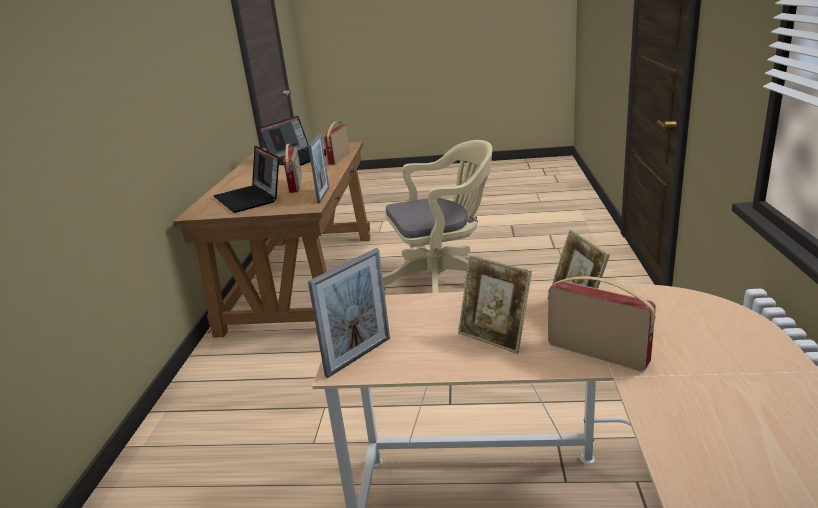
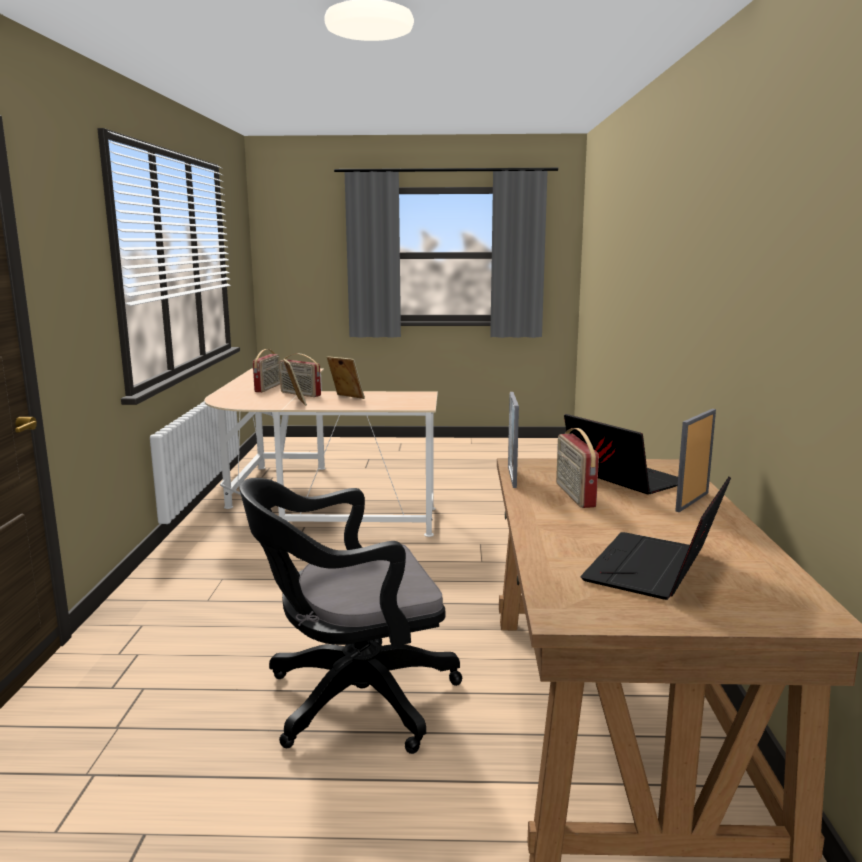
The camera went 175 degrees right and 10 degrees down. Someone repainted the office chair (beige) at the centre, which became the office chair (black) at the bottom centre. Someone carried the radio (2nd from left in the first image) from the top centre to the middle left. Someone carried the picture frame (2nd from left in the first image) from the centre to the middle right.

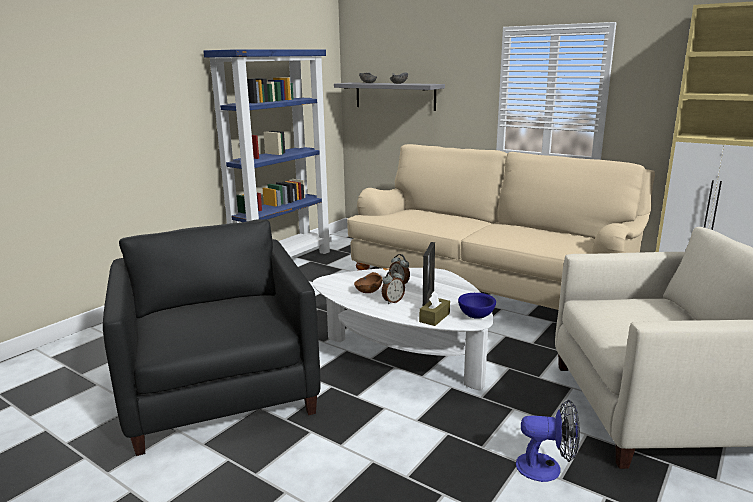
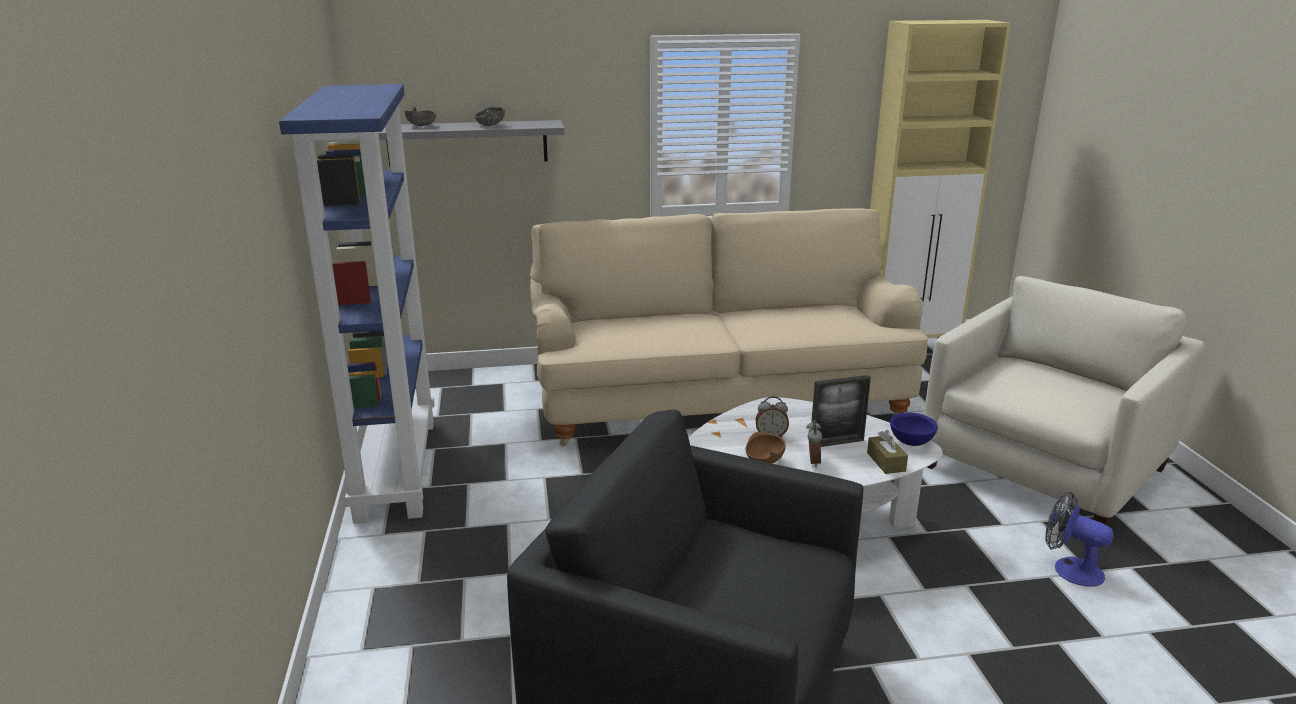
The camera went 45 degrees left and 5 degrees up. Someone rotated the picture frame at the centre by 105 degrees clockwise. Someone rotated the fan at the bottom right by 105 degrees counterclockwise.

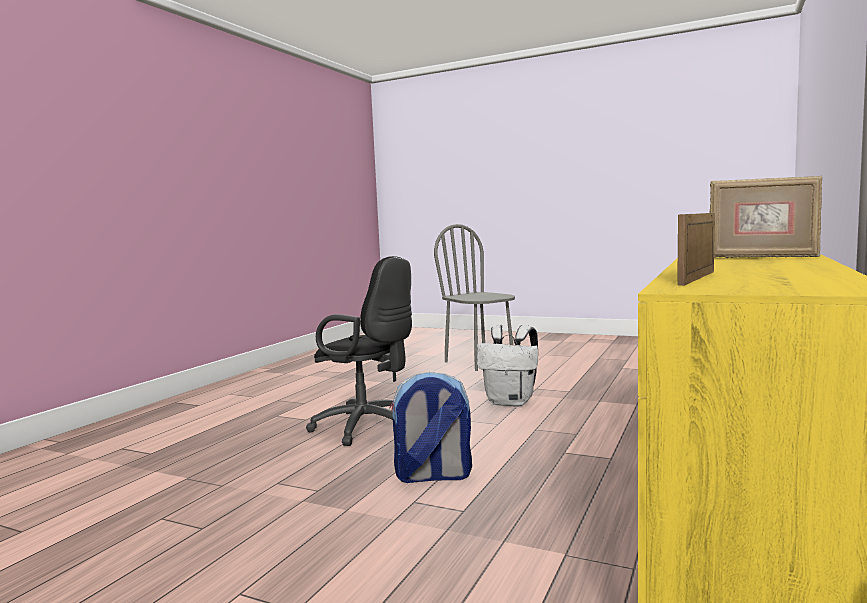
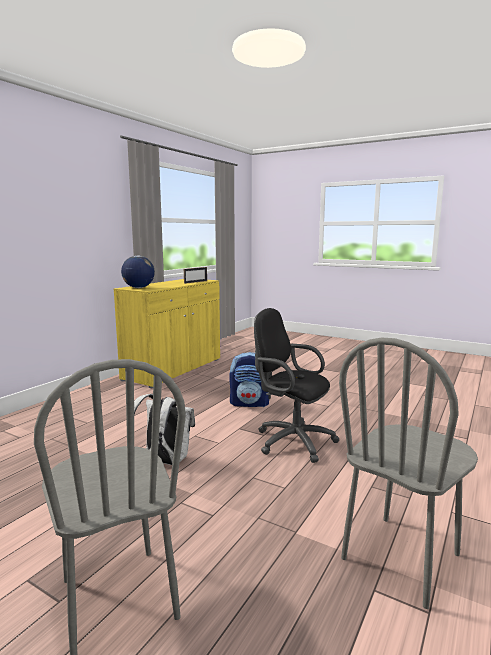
The camera went 175 degrees left and 5 degrees up. Someone swapped the picture frame (2nd from left) at the middle right for the globe at the middle left. Someone put down the chair (grey) (2nd from left) at the bottom right.

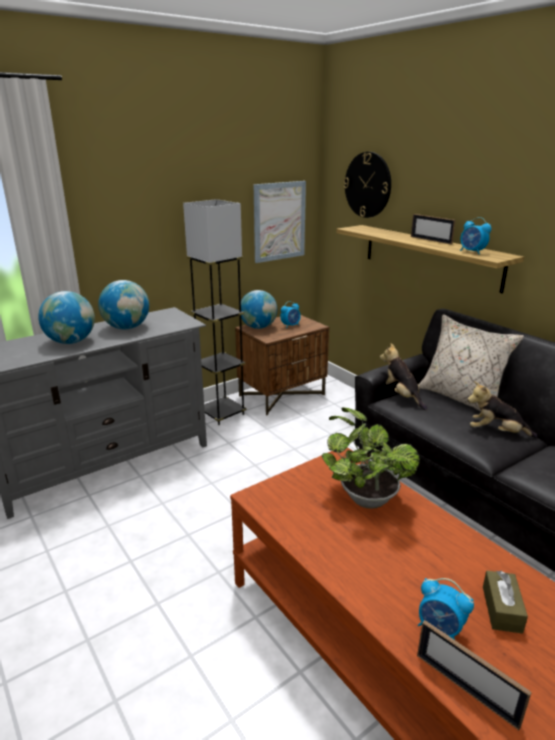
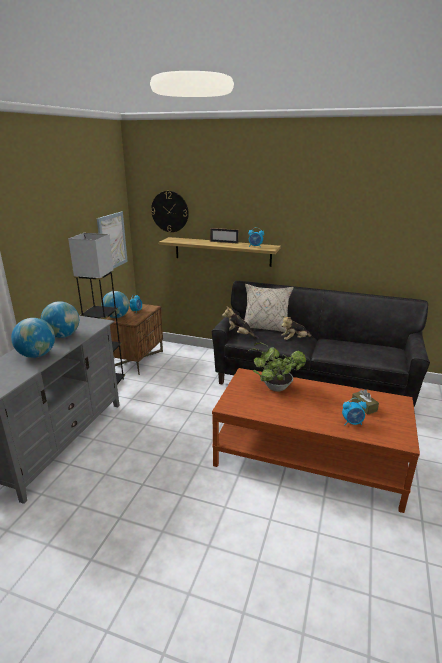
The camera went 35 degrees left and 0 degrees up. Someone took away the picture frame (2nd from left) at the bottom right.

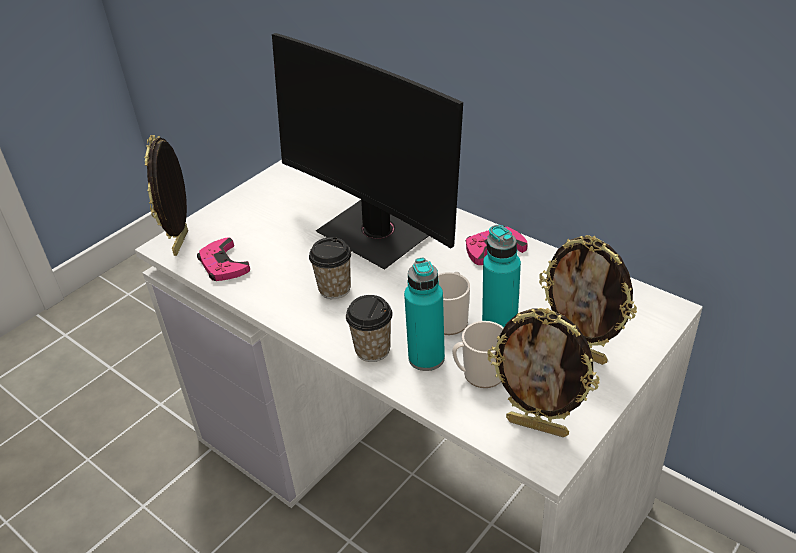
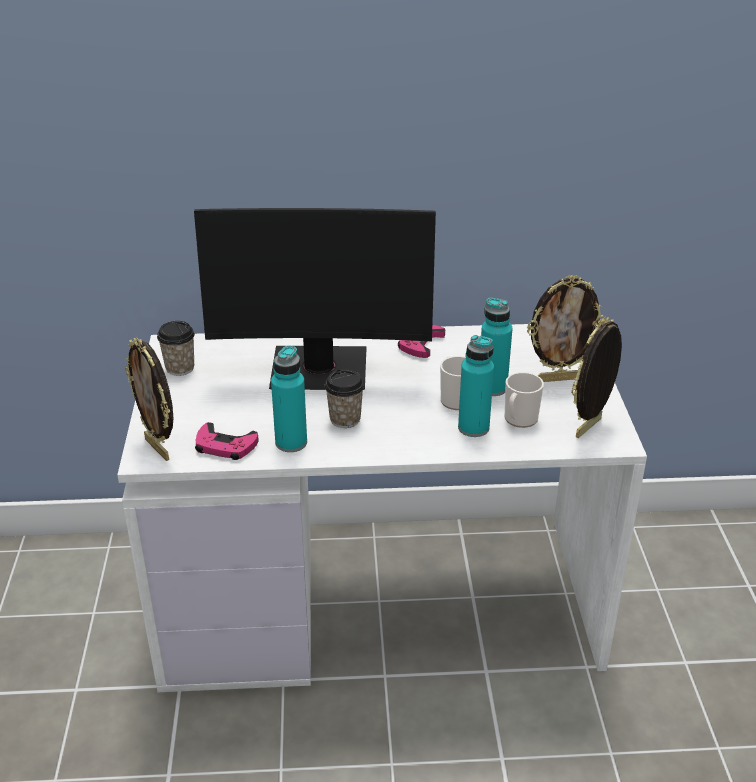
The camera went 45 degrees left and 5 degrees down. Someone carried the cup (2nd from left in the first image) from the centre to the middle left. Someone put down the bottle (turquoise) (1st from left) at the centre. Someone rotated the picture frame (2nd from left in the first image) at the bottom right by 150 degrees clockwise.

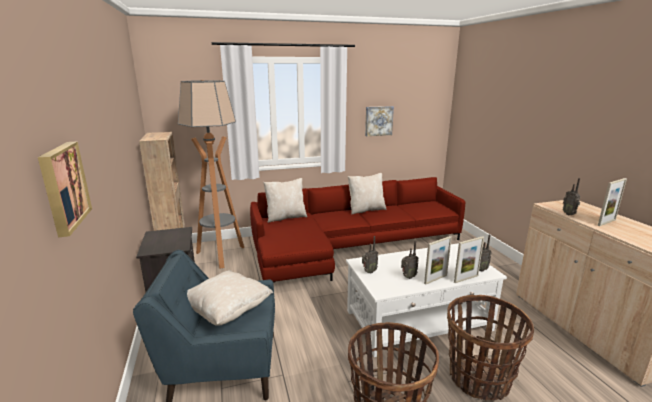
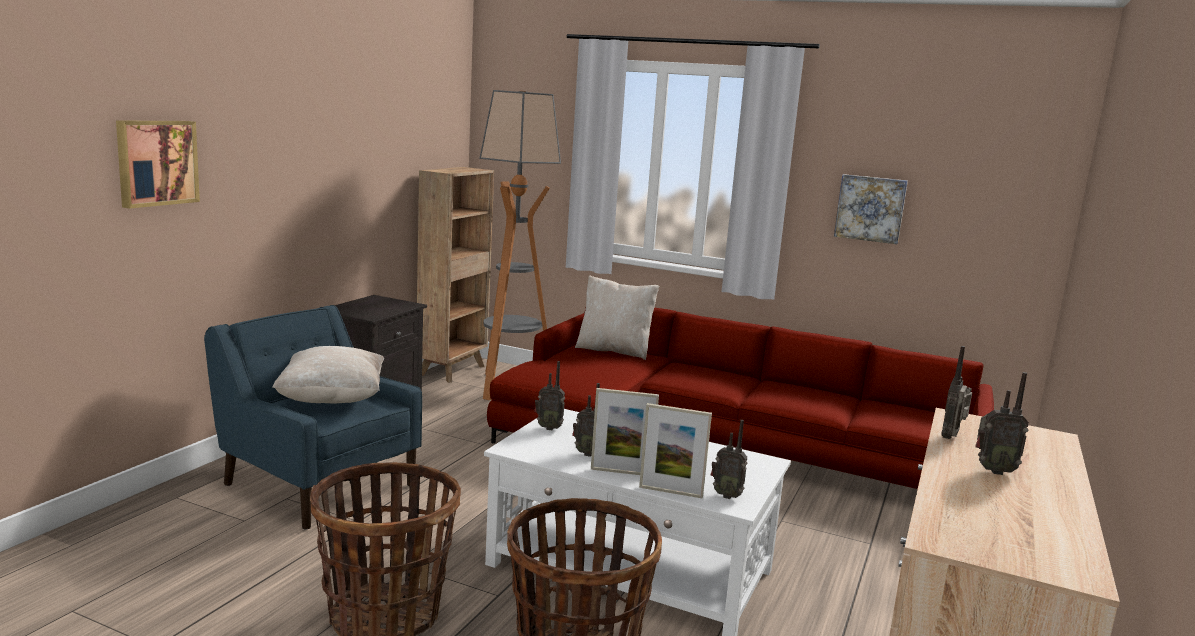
The camera went 40 degrees right and 5 degrees down. Someone swapped the picture frame (3rd from left) at the middle right for the radio (5th from left) at the middle right. Someone took away the pillow (beige) (3rd from left) at the centre.

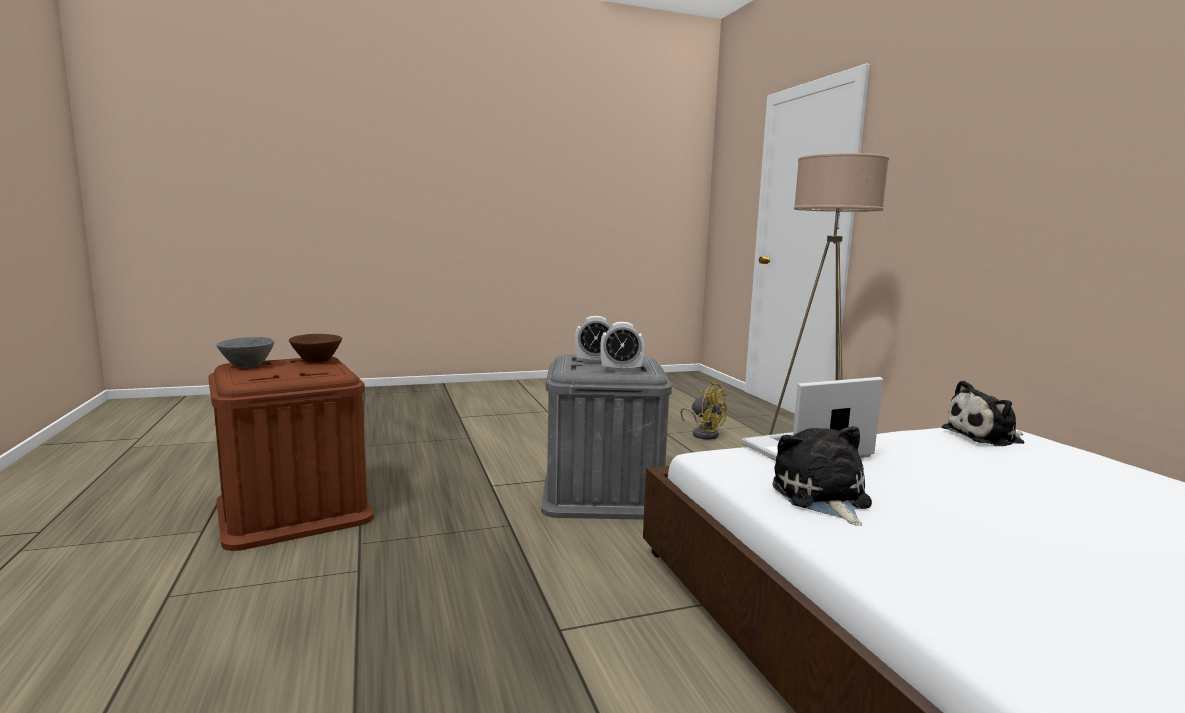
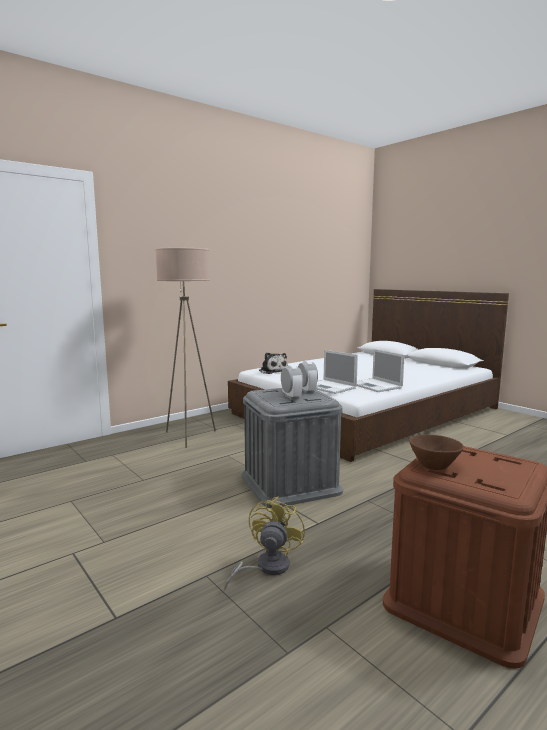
The camera went 110 degrees left and 0 degrees up. Someone carried the fan (yellow) from the centre to the bottom centre. Someone swapped the plush toy (1st from left) at the bottom right for the laptop (2nd from left) at the middle right. Someone took away the bowl (grey) at the middle left.

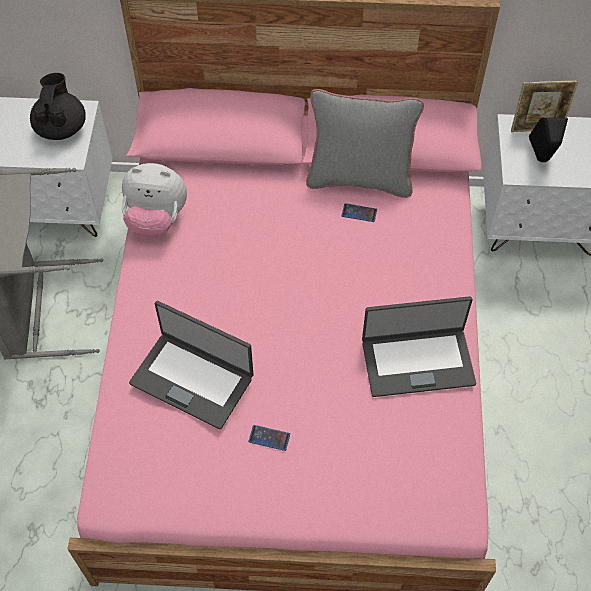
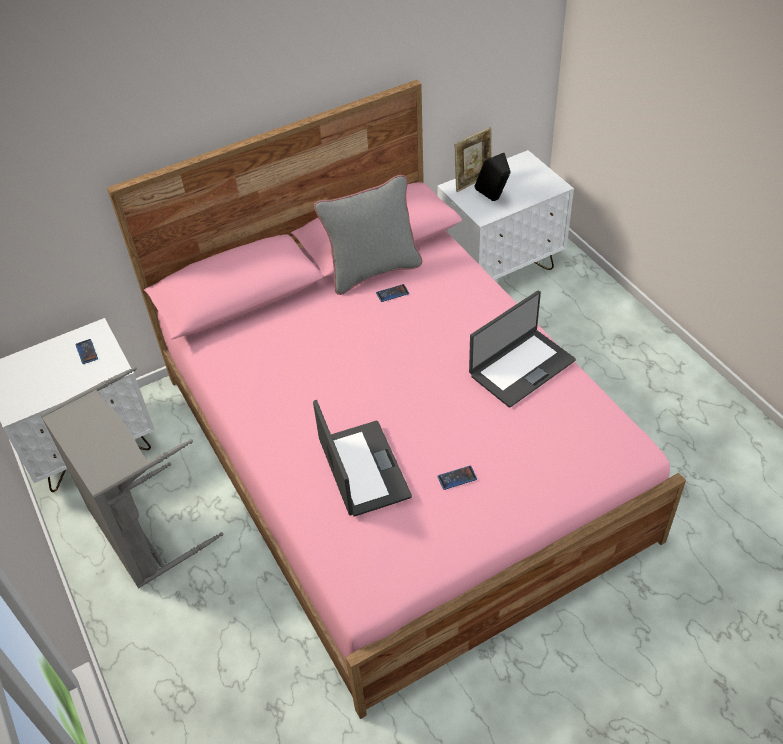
The camera went 30 degrees left and 10 degrees down. Someone swapped the teapot (black) at the top left for the phone (1st from left) at the middle left. Someone rotated the laptop (1st from left) at the middle left by 105 degrees counterclockwise. Someone took away the plush toy at the middle left.

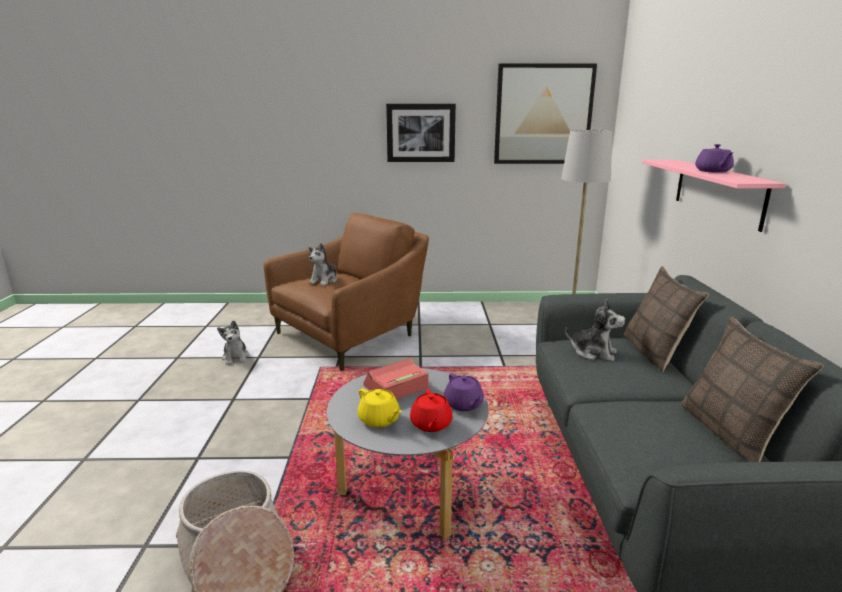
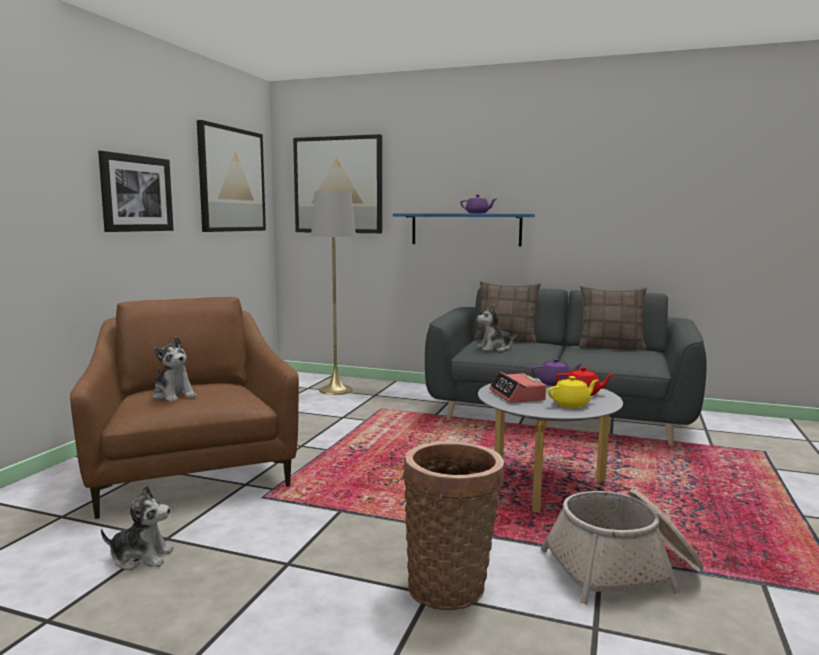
The camera went 70 degrees left and 10 degrees down. Someone put up the picture (3rd from left) at the top centre. Someone repainted the shelf (pink) at the top right, which became the shelf (blue) at the centre. Someone put down the basket (1st from left) at the bottom centre. Someone rotated the plush toy (3rd from left) at the middle right by 150 degrees counterclockwise.

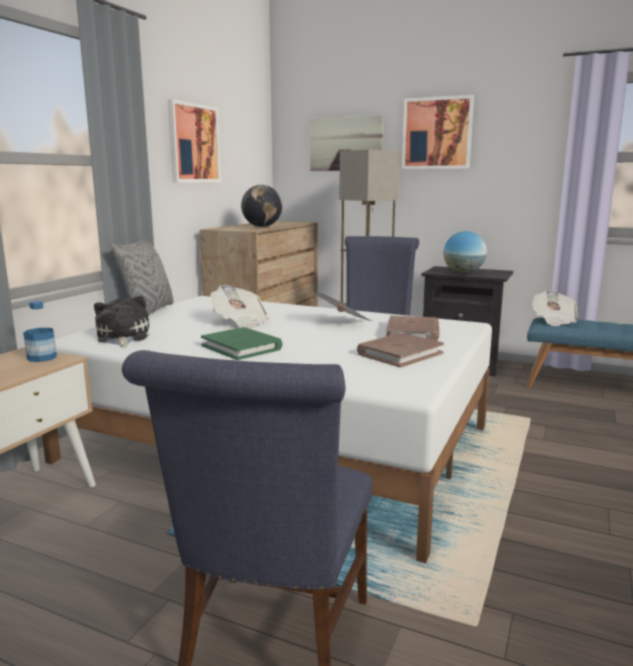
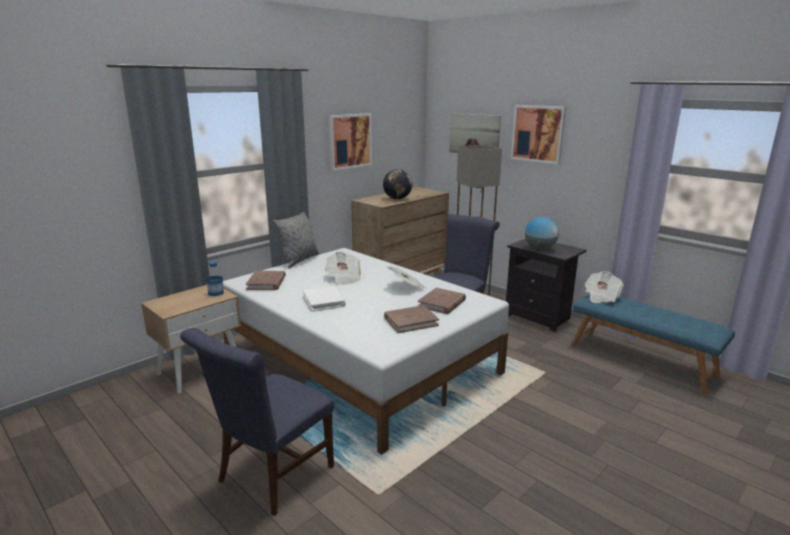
The camera went 20 degrees right and 5 degrees up. Someone swapped the plush toy at the middle left for the book (brown) (1st from left) at the centre. Someone repainted the book (green) at the centre, which became the book (white) at the centre.

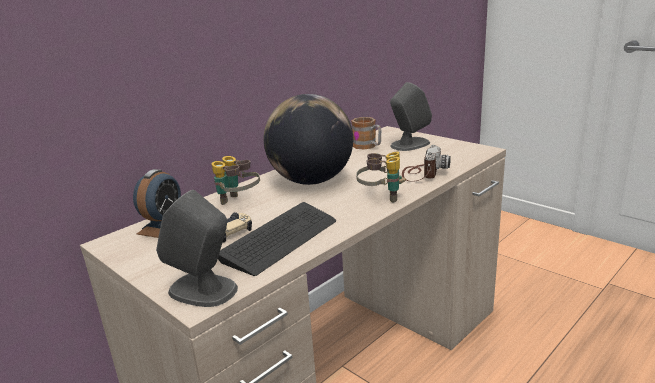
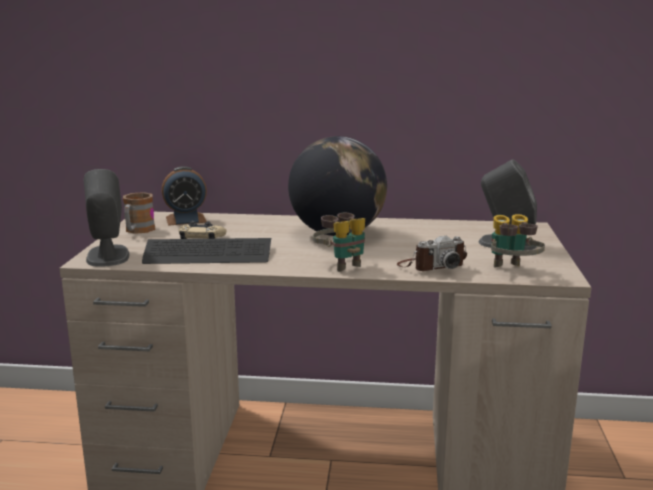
The camera went 50 degrees right and 5 degrees down. Someone carried the mug from the centre to the middle left. Someone carried the binoculars (1st from left in the first image) from the centre to the middle right.

